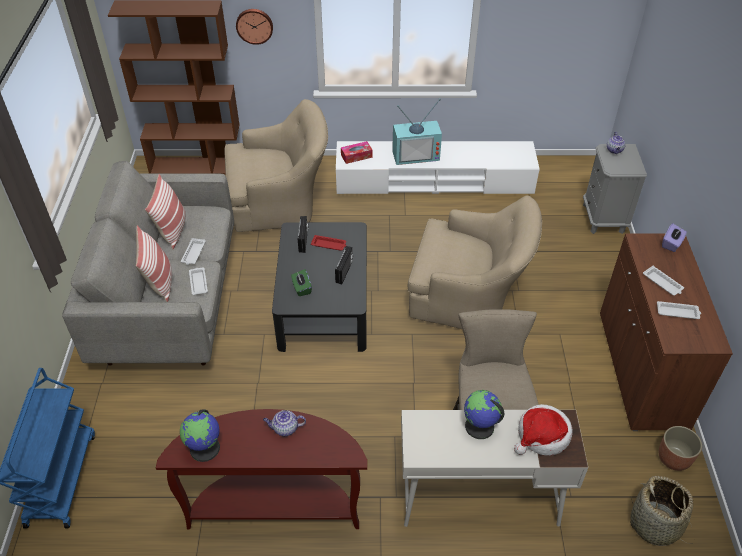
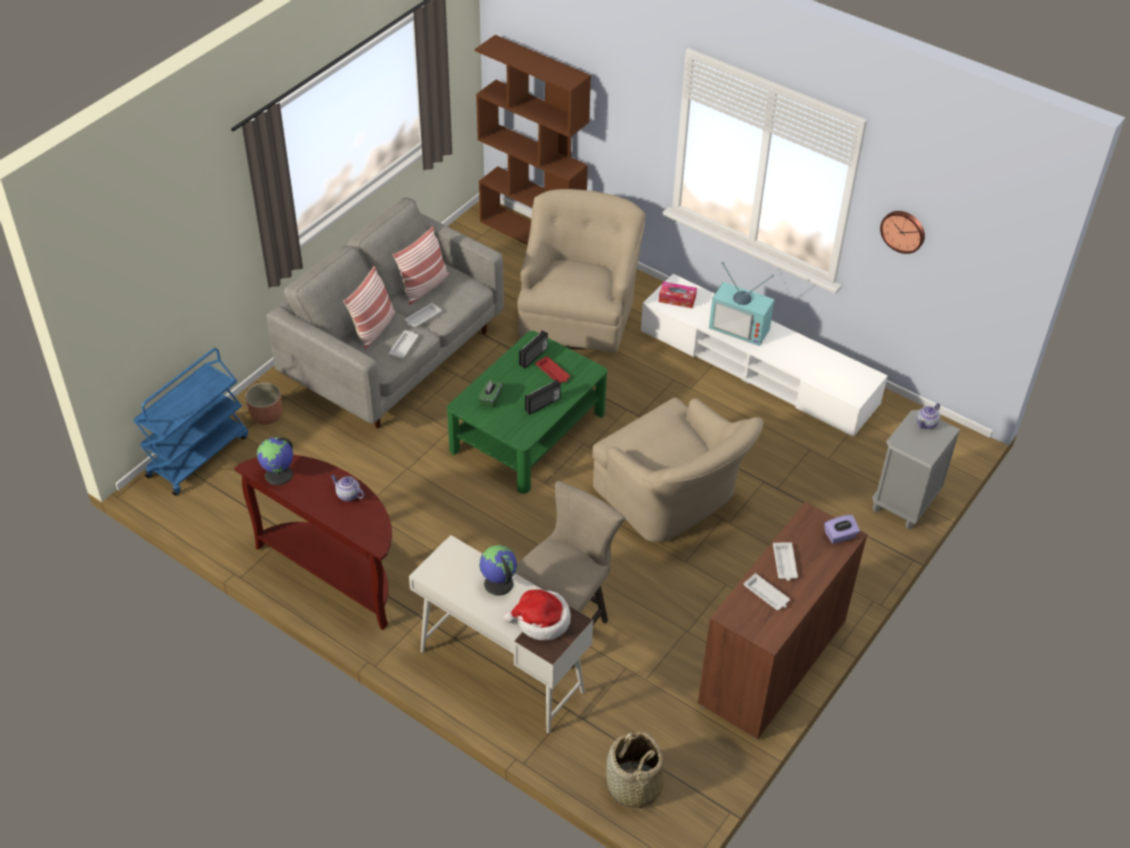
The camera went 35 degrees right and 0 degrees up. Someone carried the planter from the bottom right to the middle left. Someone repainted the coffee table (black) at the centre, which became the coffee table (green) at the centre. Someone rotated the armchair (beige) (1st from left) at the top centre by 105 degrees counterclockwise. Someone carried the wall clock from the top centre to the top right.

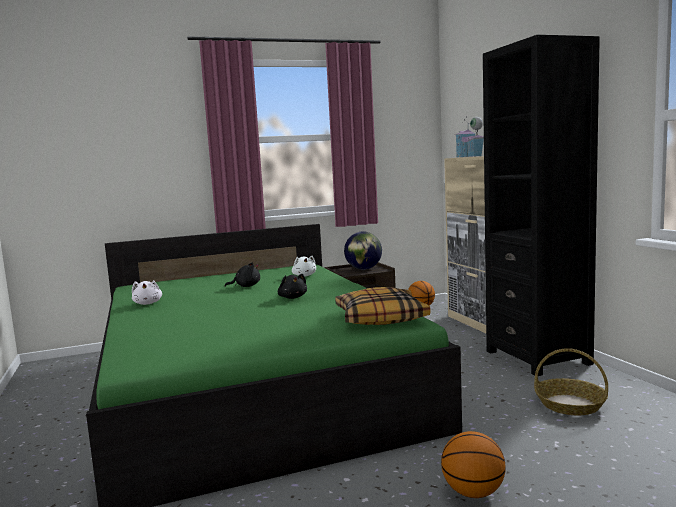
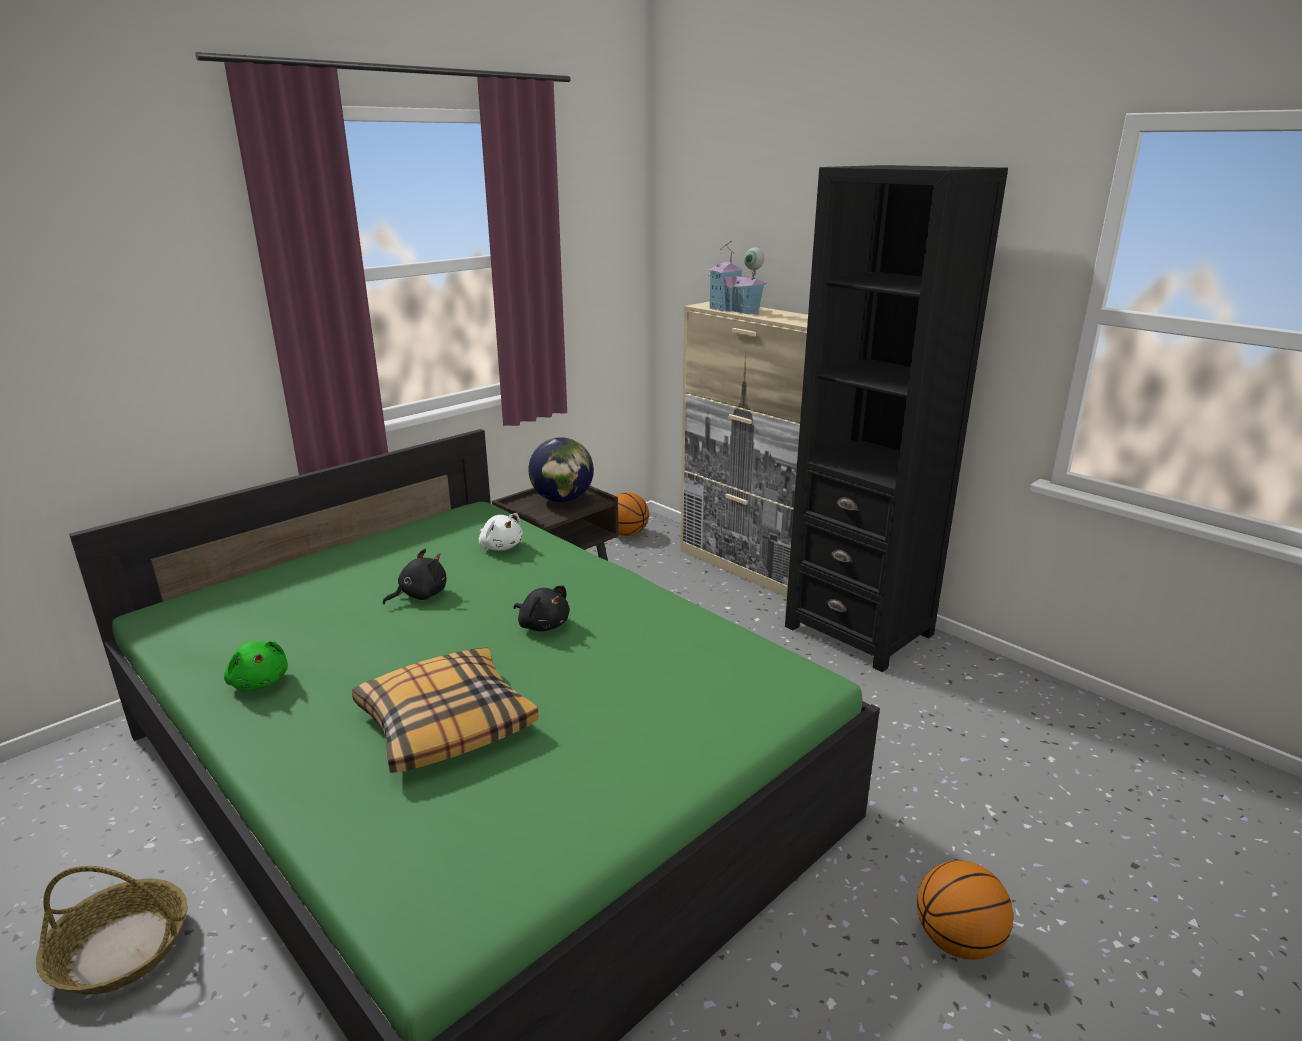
The camera went 25 degrees left and 15 degrees up. Someone carried the basket from the bottom right to the bottom left. Someone repainted the plush toy (white) (1st from left) at the middle left, which became the plush toy (green) at the middle left. Someone carried the pillow from the centre to the bottom centre.

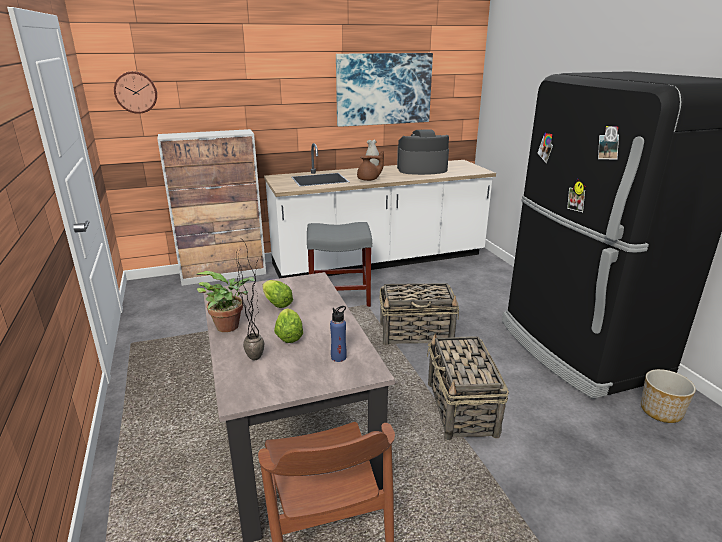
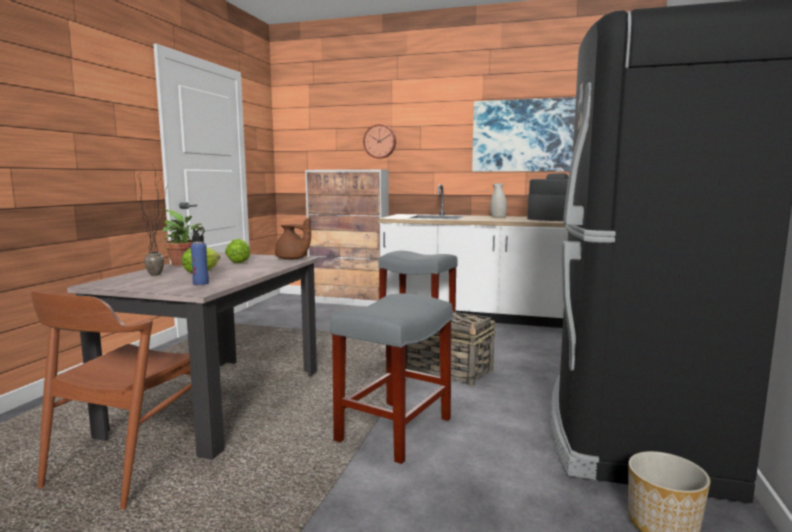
The camera went 35 degrees right and 15 degrees down. Someone carried the teapot (brown) from the top centre to the centre. Someone swapped the basket (2nd from left) at the bottom centre for the stool (grey) (1st from left) at the bottom centre. Someone carried the wall clock from the top left to the top centre.

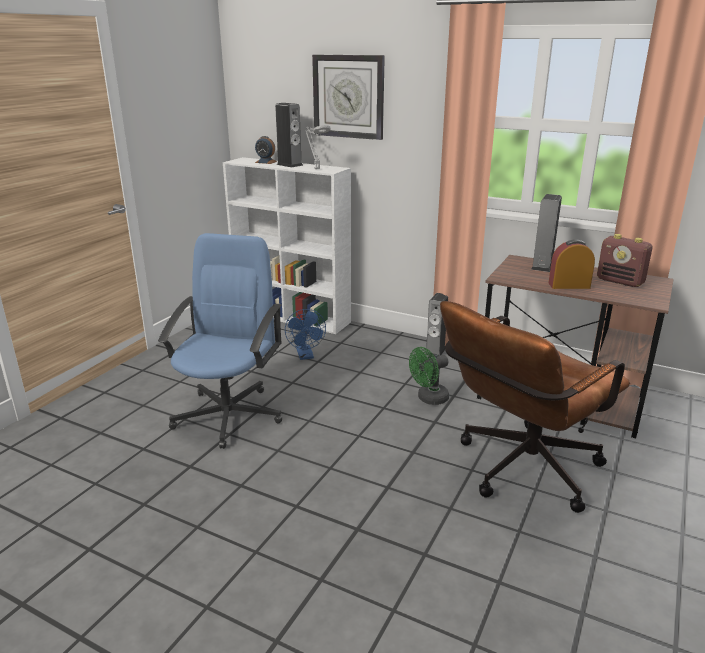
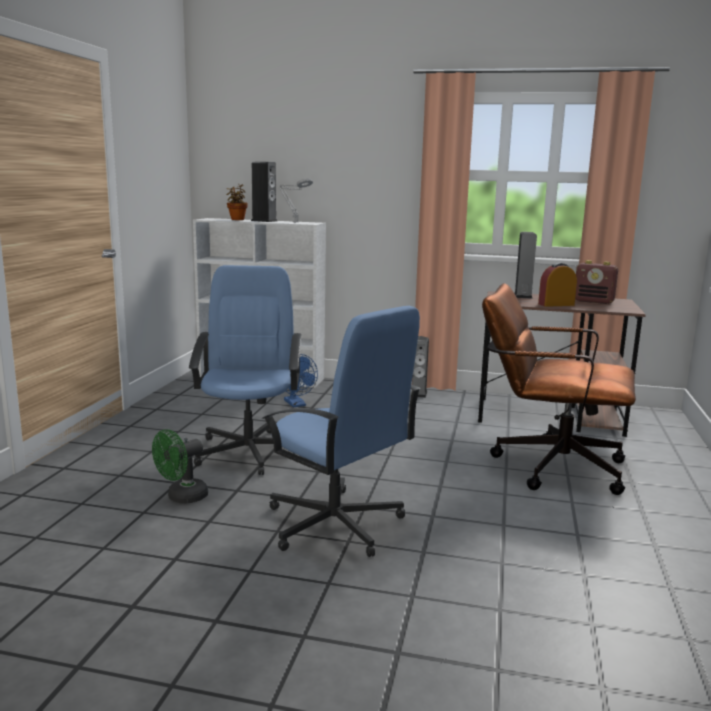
The camera went 15 degrees left and 10 degrees down. Someone carried the fan (green) from the centre to the middle left. Someone swapped the alarm clock (1st from left) at the top centre for the potted plant at the top centre. Someone put down the office chair (blue) (2nd from left) at the centre. Someone rotated the office chair (brown) at the middle right by 75 degrees clockwise. Someone took away the wall clock at the top centre.

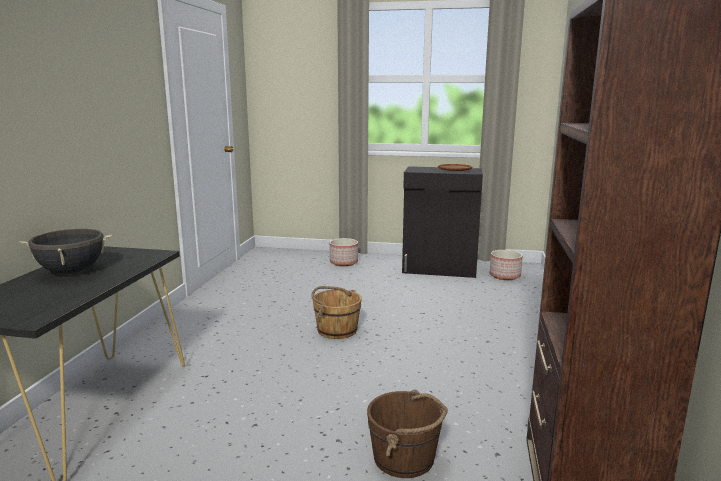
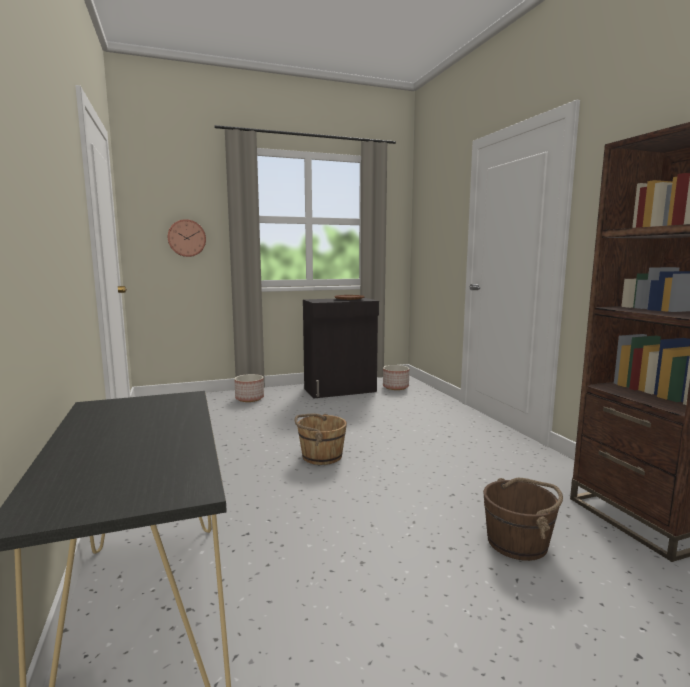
The camera went 30 degrees left and 5 degrees down. Someone put up the wall clock at the middle left. Someone took away the cooking pot (black) at the middle left.

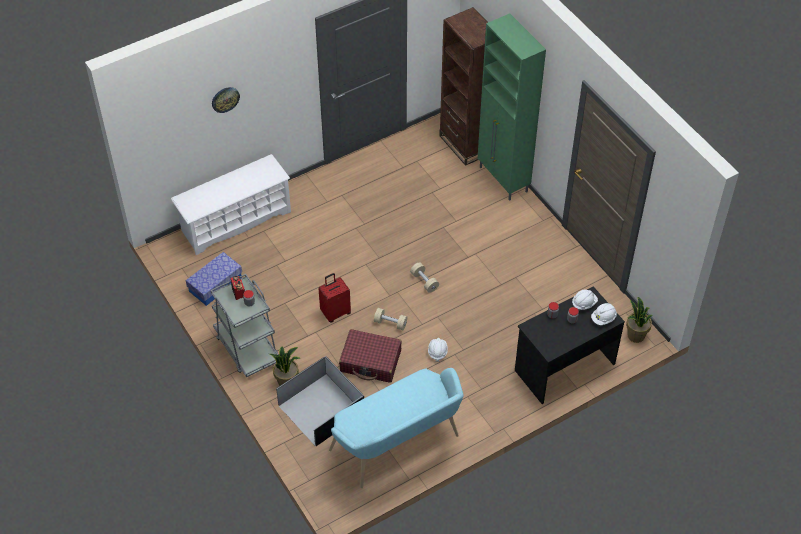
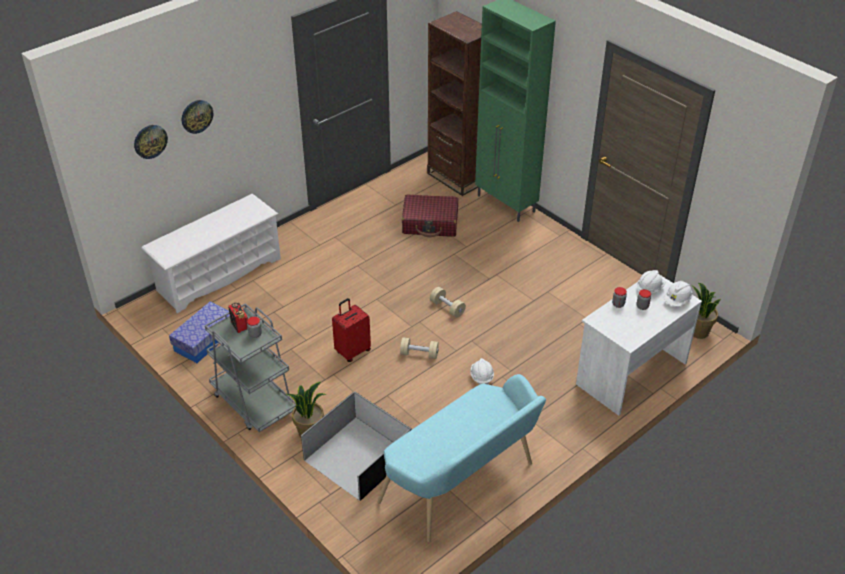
The camera went 10 degrees left and 10 degrees down. Someone put up the wall clock (1st from left) at the top left. Someone carried the suitcase (red) (2nd from left) from the bottom centre to the centre. Someone repainted the desk (black) at the middle right, which became the desk (white) at the middle right.

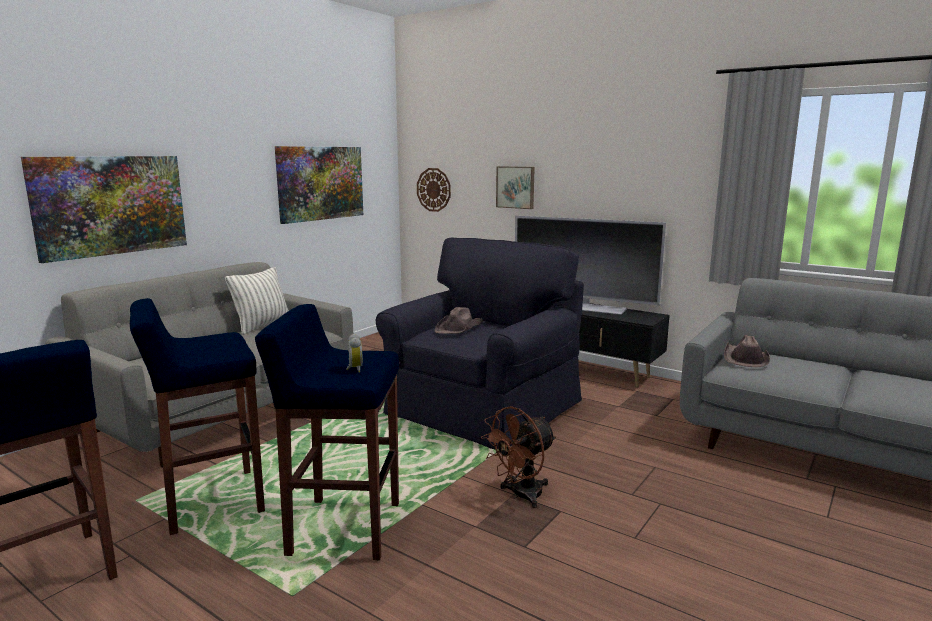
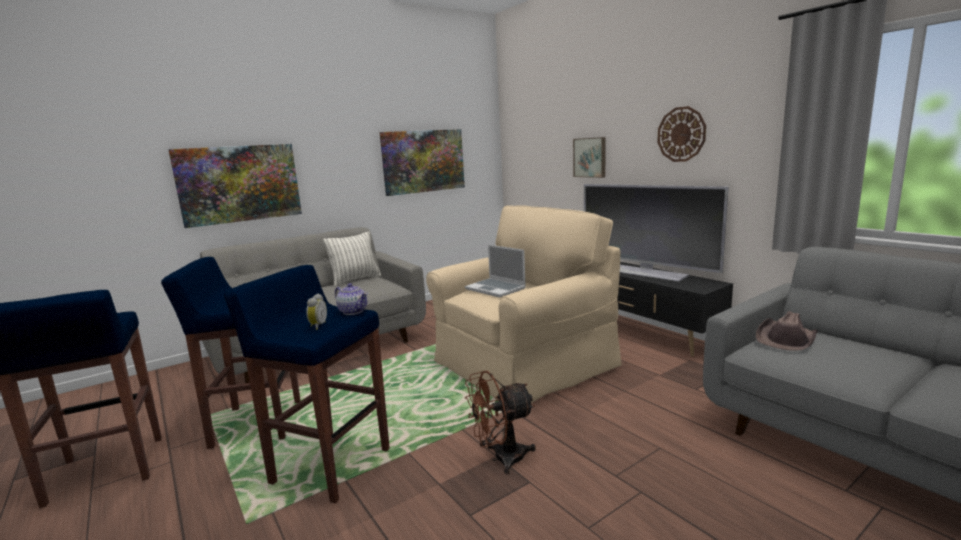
The camera went 20 degrees right and 0 degrees up. Someone put down the teapot at the centre. Someone repainted the armchair (black) at the centre, which became the armchair (beige) at the centre. Someone swapped the hat (brown) (1st from left) at the centre for the laptop at the centre. Someone carried the wall clock from the top centre to the top right.

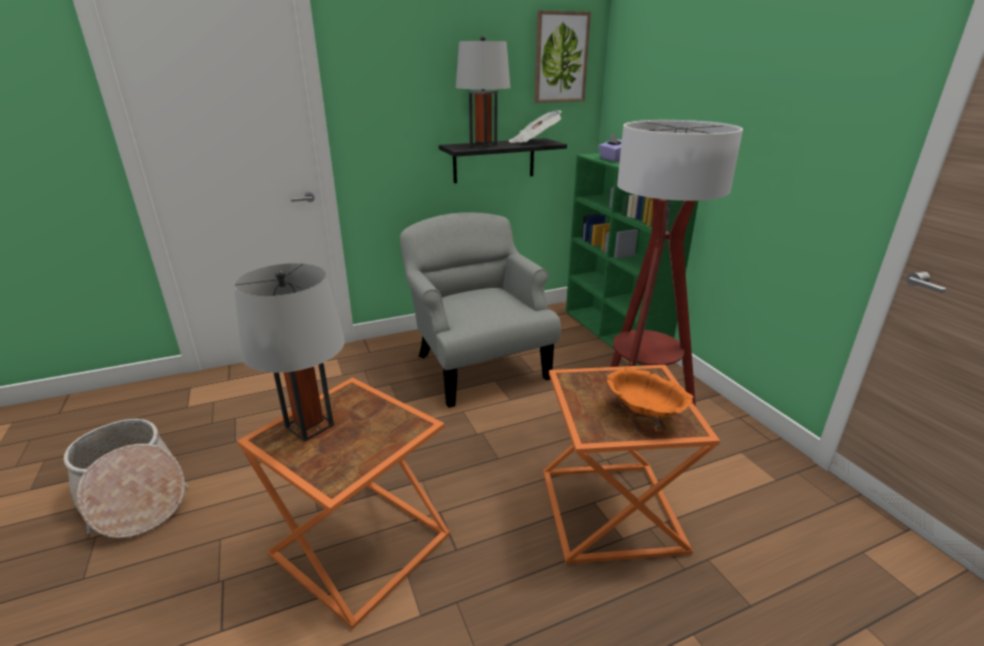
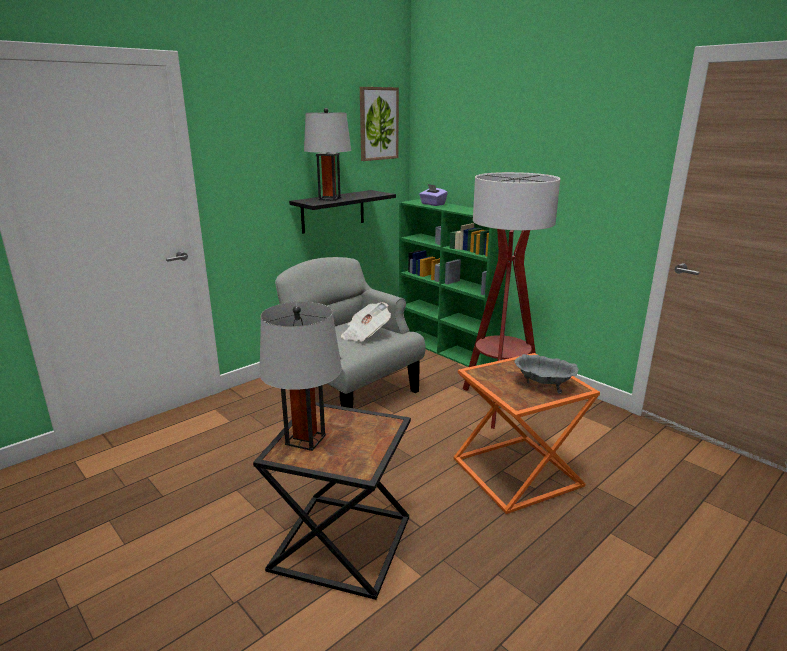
The camera went 20 degrees left and 5 degrees down. Someone repainted the side table (orange) (1st from left) at the bottom centre, which became the side table (black) at the bottom centre. Someone carried the newspaper from the top centre to the centre. Someone repainted the bowl (orange) at the centre, which became the bowl (grey) at the middle right. Someone took away the basket at the bottom left.

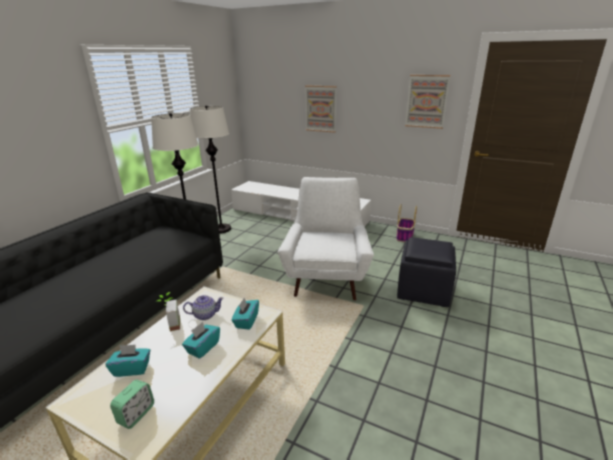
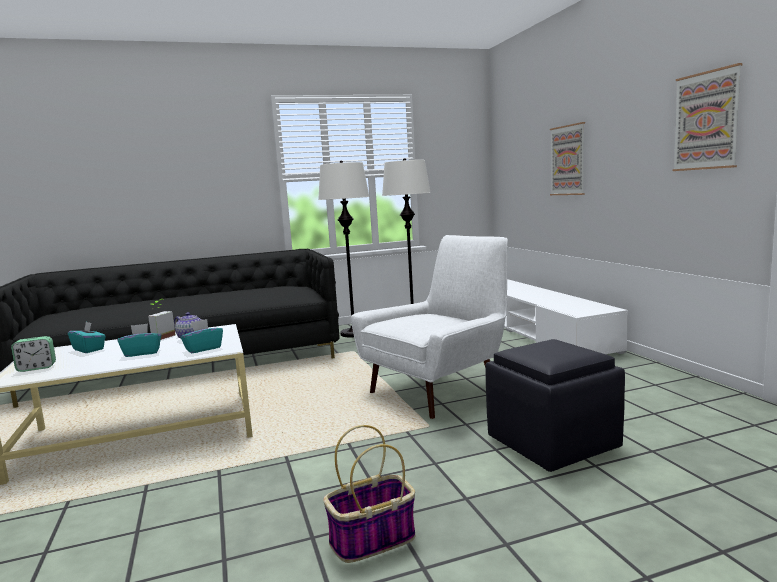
The camera went 45 degrees right and 15 degrees down. Someone carried the basket from the centre to the bottom centre.

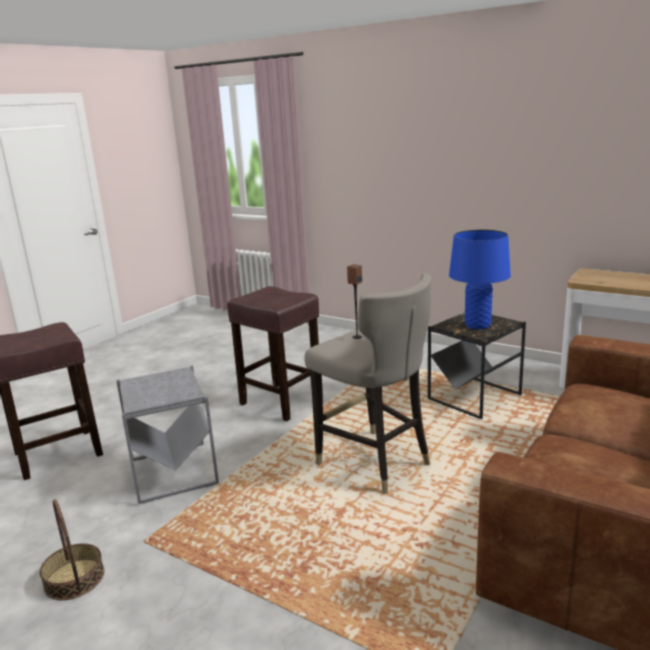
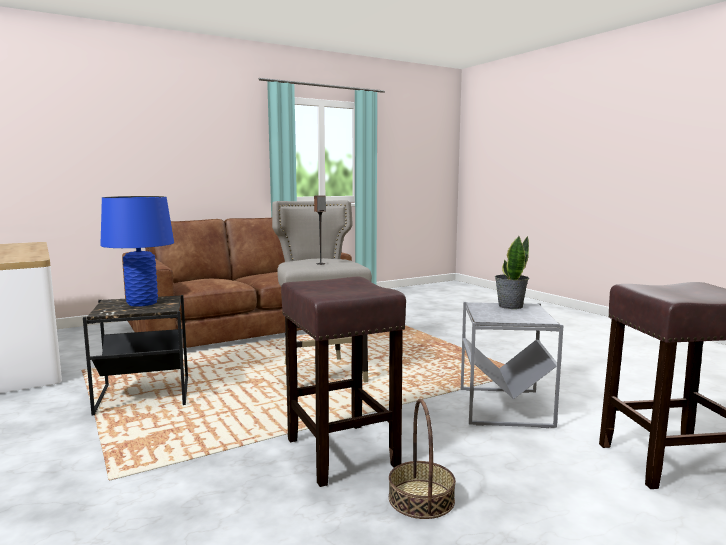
The camera went 155 degrees left and 10 degrees down. Someone carried the basket from the bottom left to the bottom centre. Someone put down the potted plant at the middle right.

